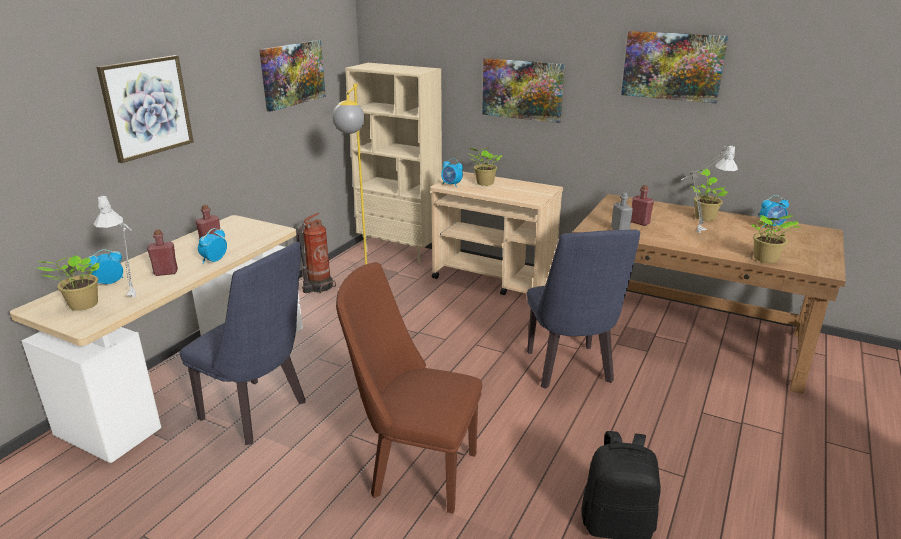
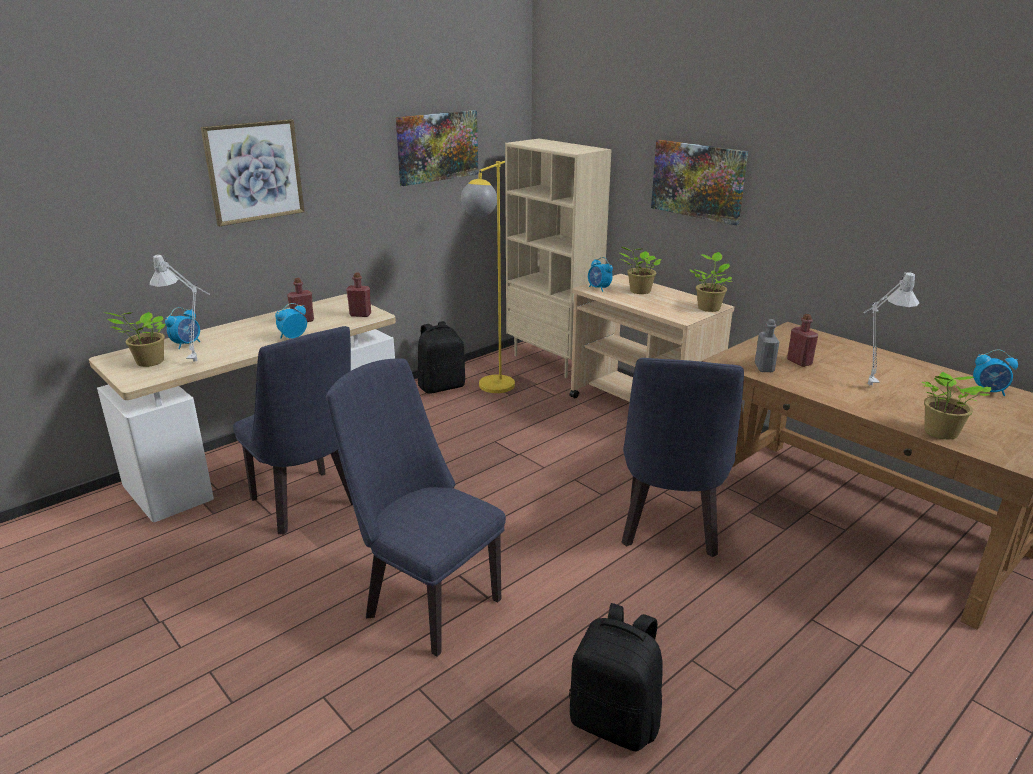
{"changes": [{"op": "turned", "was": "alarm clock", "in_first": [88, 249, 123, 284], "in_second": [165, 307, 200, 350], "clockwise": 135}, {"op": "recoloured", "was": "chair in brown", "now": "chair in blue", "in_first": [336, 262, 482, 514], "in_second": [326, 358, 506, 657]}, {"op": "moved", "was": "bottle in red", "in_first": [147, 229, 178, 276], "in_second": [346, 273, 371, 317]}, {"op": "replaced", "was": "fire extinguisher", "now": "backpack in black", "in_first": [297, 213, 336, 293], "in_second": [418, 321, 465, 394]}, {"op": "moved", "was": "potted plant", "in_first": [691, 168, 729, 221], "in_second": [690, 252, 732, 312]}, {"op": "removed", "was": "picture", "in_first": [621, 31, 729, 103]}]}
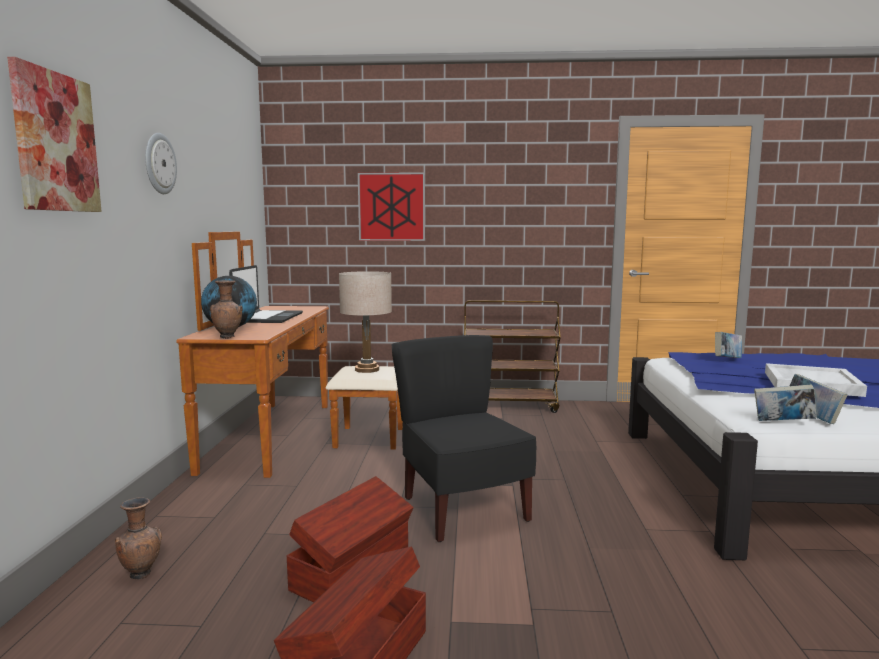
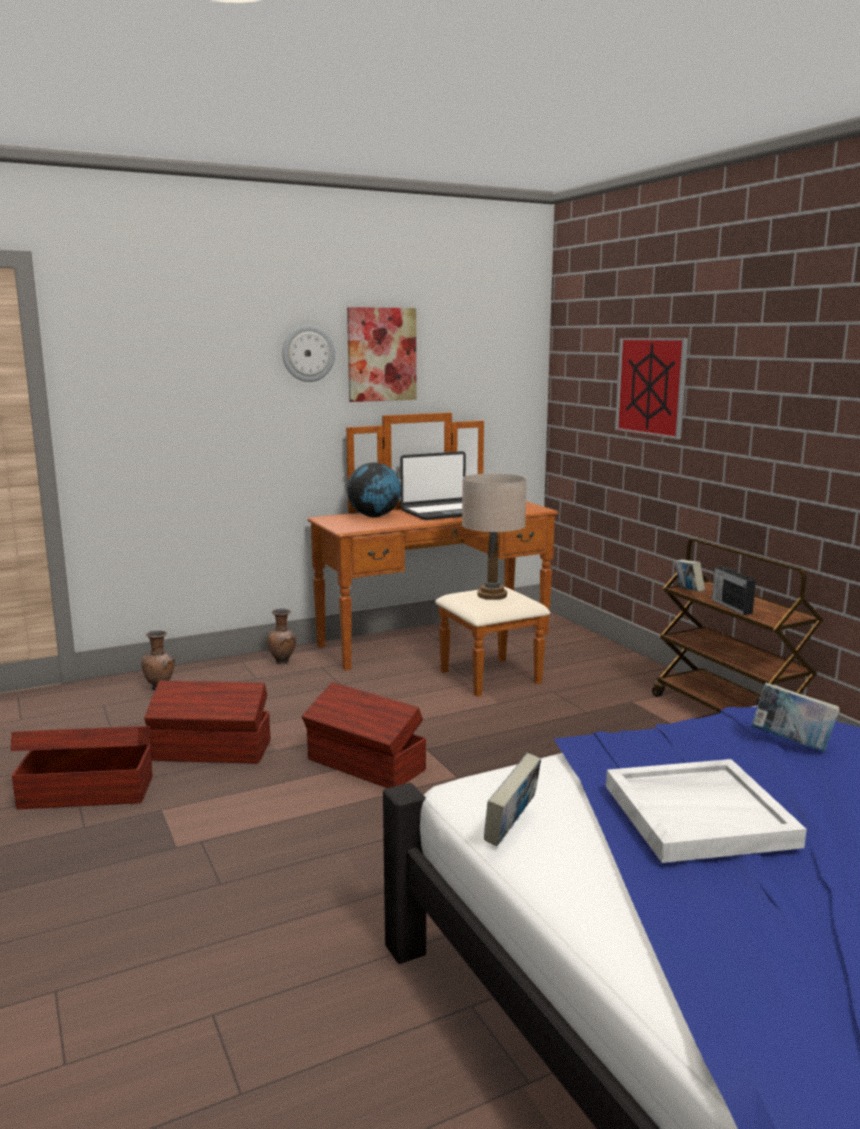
{"changes": [{"op": "moved", "was": "vase in brown", "in_first": [210, 280, 243, 339], "in_second": [267, 608, 296, 664]}, {"op": "replaced", "was": "chair in black", "now": "storage box in brown", "in_first": [391, 335, 536, 542], "in_second": [302, 682, 426, 788]}, {"op": "moved", "was": "picture", "in_first": [7, 57, 102, 212], "in_second": [347, 307, 416, 402]}, {"op": "moved", "was": "book", "in_first": [754, 384, 817, 421], "in_second": [675, 559, 705, 592]}, {"op": "added", "now": "radio", "in_second": [712, 567, 756, 615]}]}
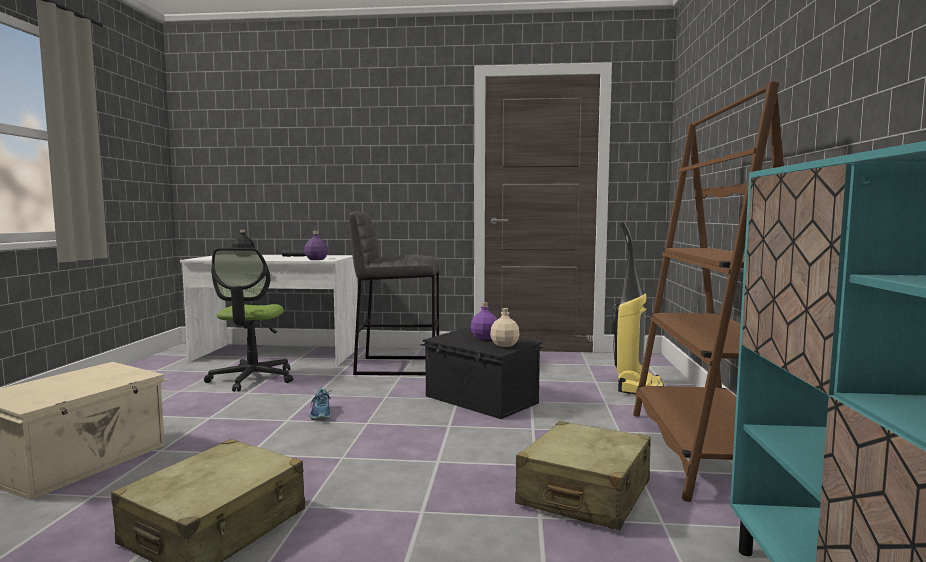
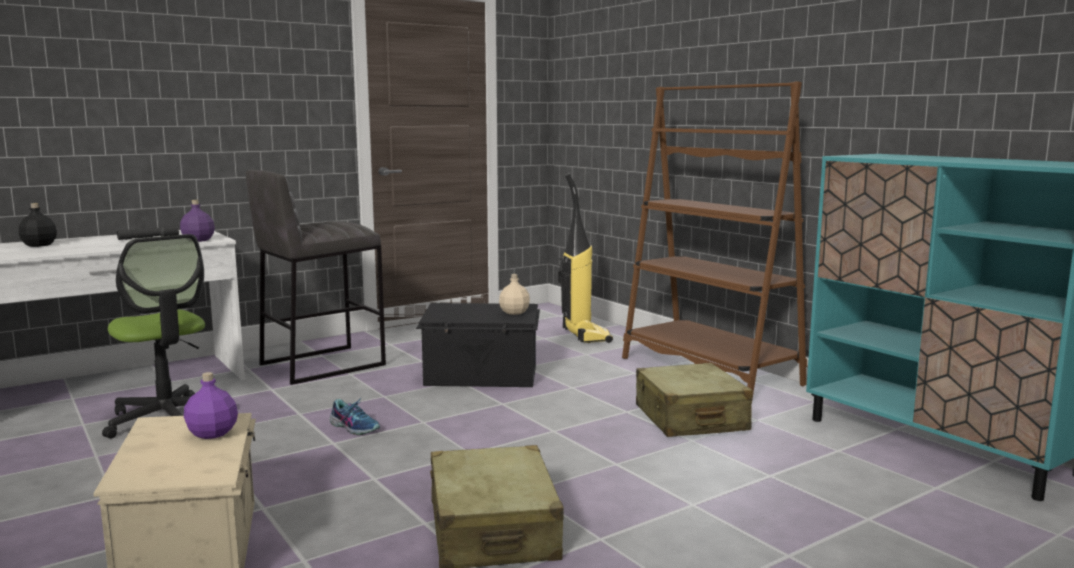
{"changes": [{"op": "moved", "was": "bottle in purple", "in_first": [470, 302, 497, 339], "in_second": [184, 372, 238, 439]}]}
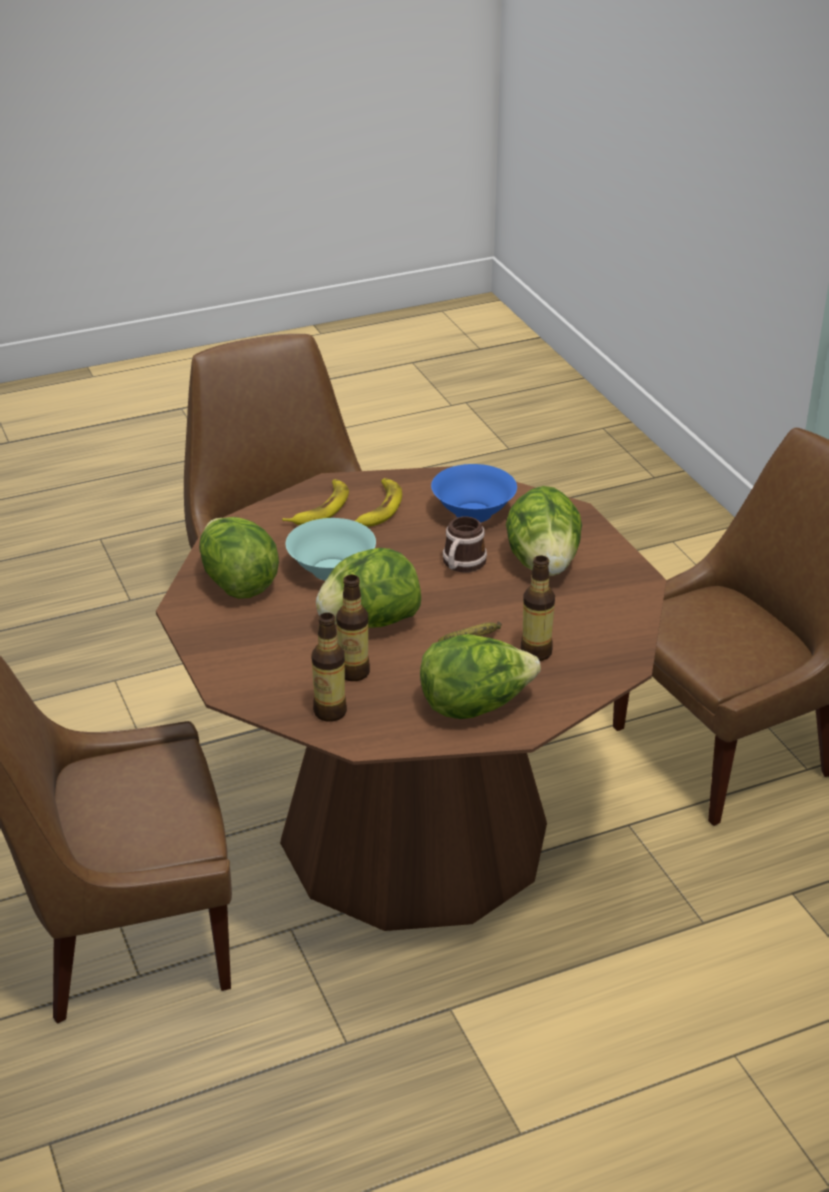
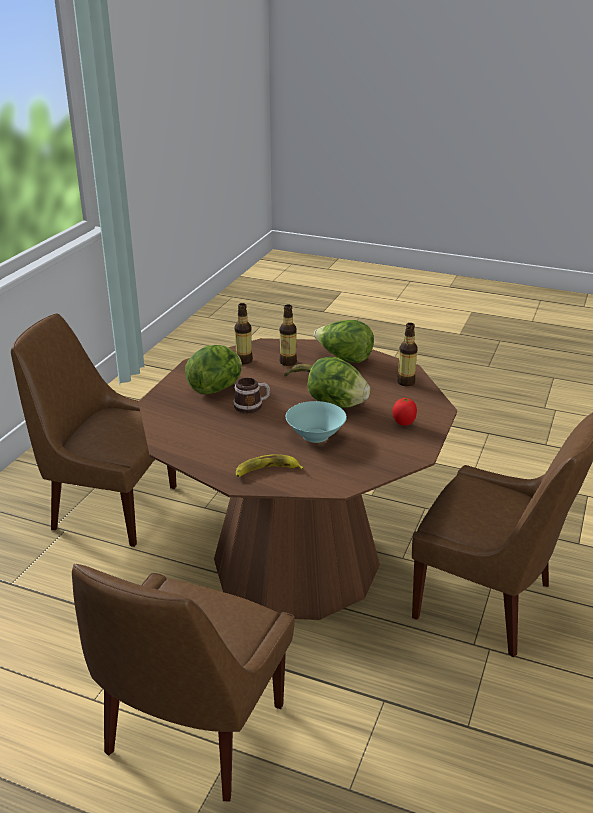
{"changes": [{"op": "moved", "was": "bottle", "in_first": [336, 575, 370, 681], "in_second": [234, 303, 253, 365]}, {"op": "added", "now": "tomato", "in_second": [392, 397, 417, 426]}, {"op": "removed", "was": "lettuce", "in_first": [199, 517, 279, 599]}, {"op": "removed", "was": "banana", "in_first": [355, 478, 402, 527]}, {"op": "removed", "was": "bowl in blue", "in_first": [431, 464, 517, 522]}]}
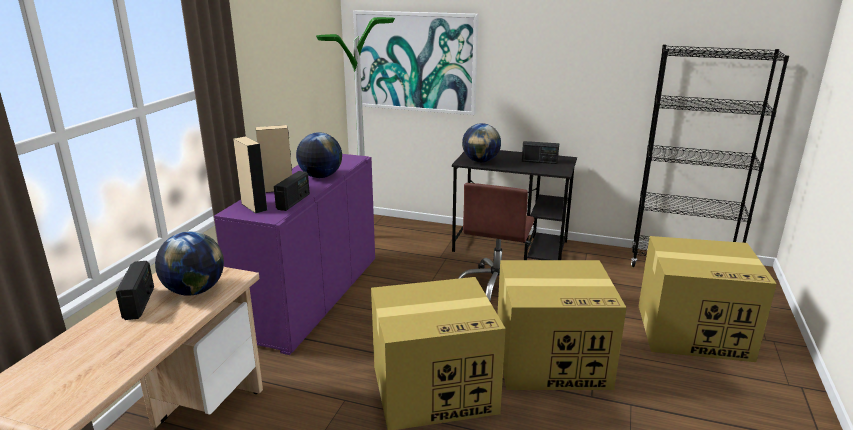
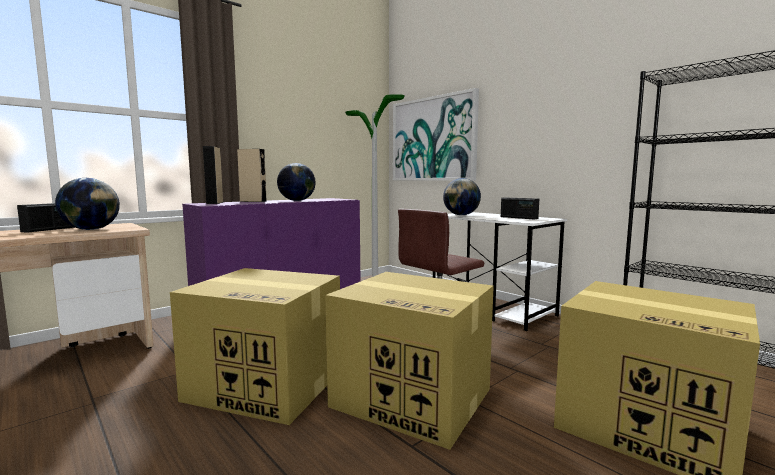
{"changes": [{"op": "recoloured", "was": "desk in black", "now": "desk in white", "in_first": [452, 150, 577, 260], "in_second": [433, 212, 567, 331]}, {"op": "removed", "was": "radio", "in_first": [274, 171, 310, 211]}]}
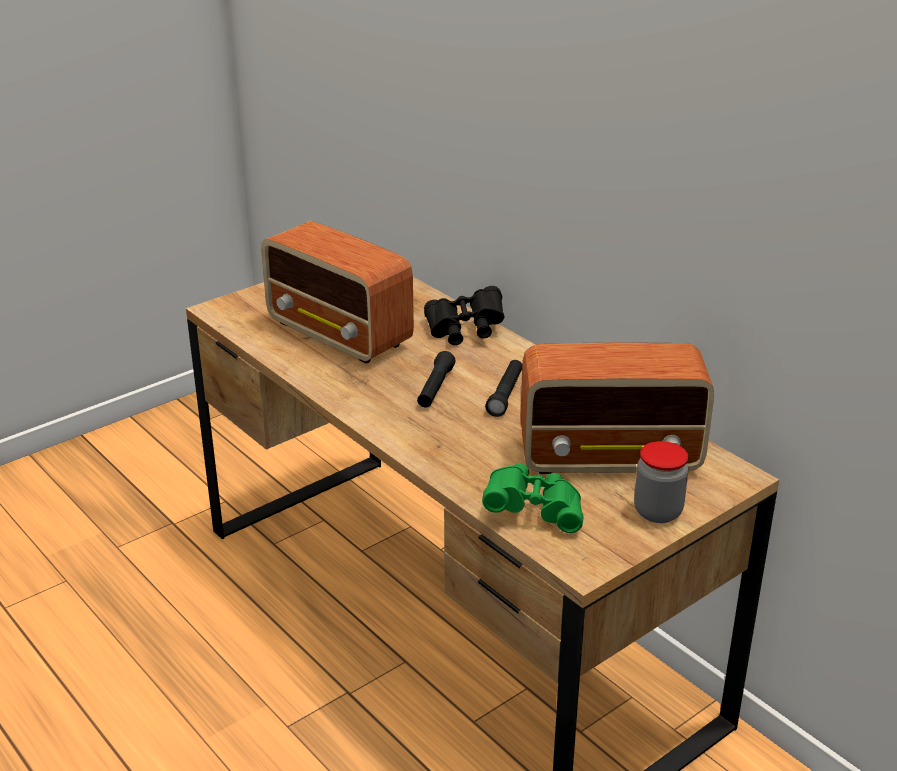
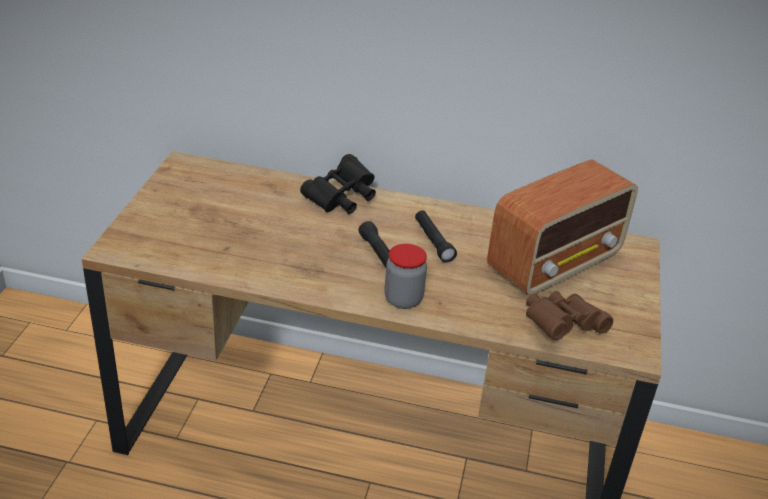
{"changes": [{"op": "moved", "was": "jar", "in_first": [634, 441, 689, 523], "in_second": [384, 244, 427, 309]}, {"op": "recoloured", "was": "binoculars in green", "now": "binoculars in brown", "in_first": [482, 463, 584, 533], "in_second": [526, 291, 613, 340]}, {"op": "removed", "was": "radio", "in_first": [261, 221, 414, 364]}]}
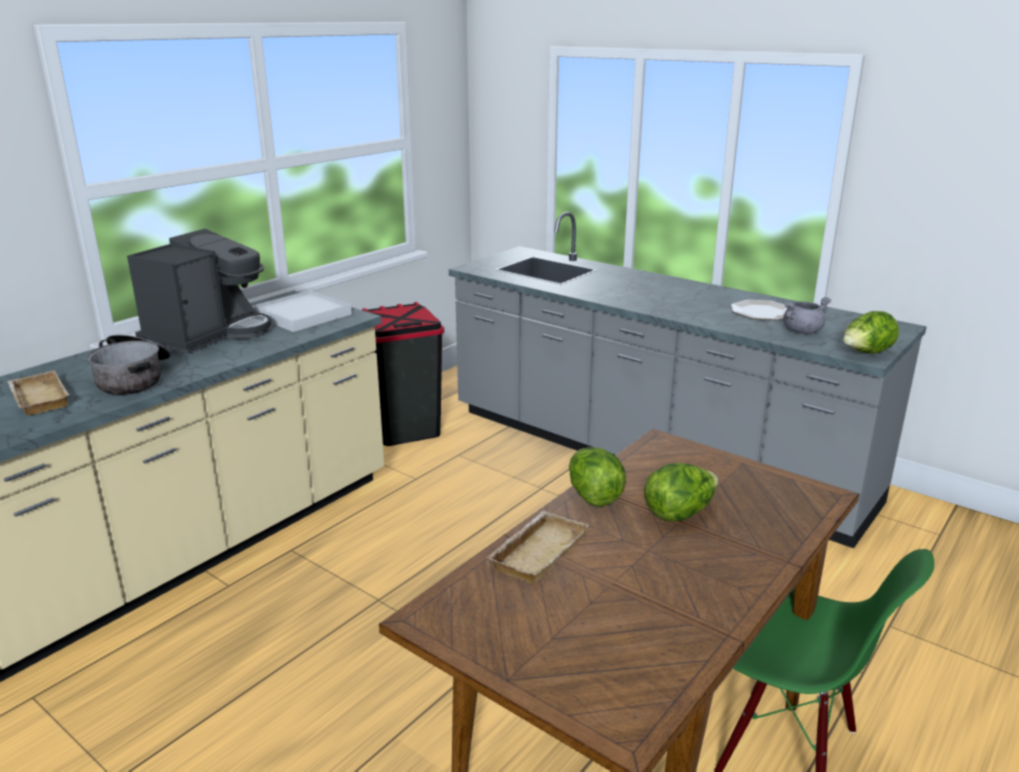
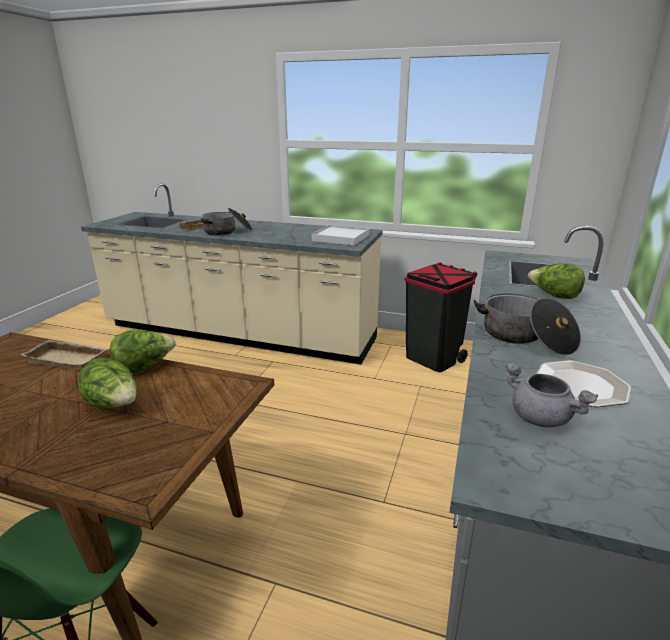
{"changes": [{"op": "added", "now": "cooking pot", "in_second": [474, 293, 581, 356]}, {"op": "moved", "was": "lettuce", "in_first": [843, 311, 899, 354], "in_second": [528, 263, 585, 299]}, {"op": "removed", "was": "coffee machine", "in_first": [127, 229, 272, 354]}]}
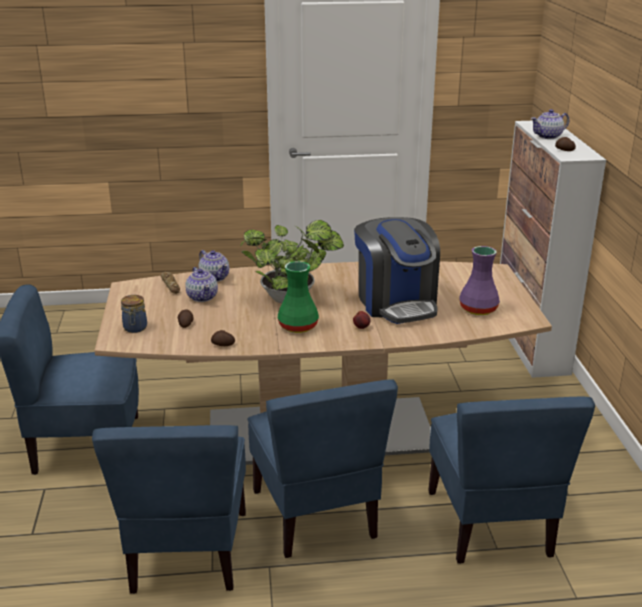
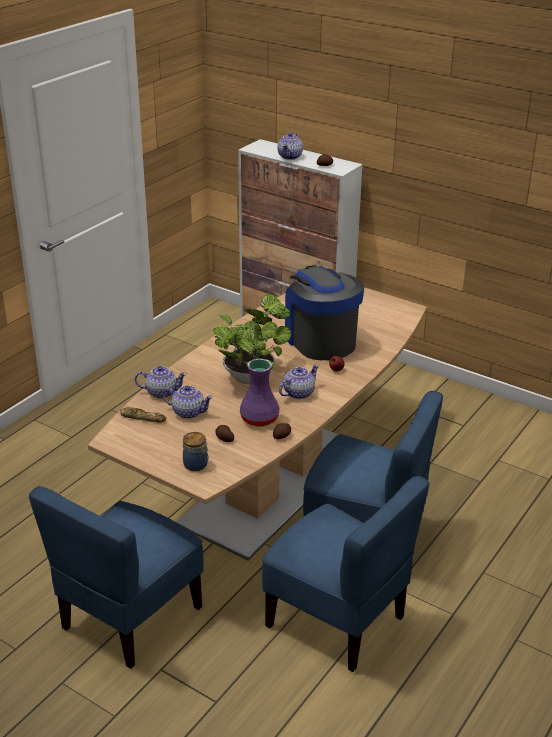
{"changes": [{"op": "moved", "was": "vase in purple", "in_first": [459, 246, 500, 315], "in_second": [240, 359, 279, 427]}, {"op": "replaced", "was": "vase in green", "now": "teapot", "in_first": [278, 261, 319, 333], "in_second": [279, 364, 319, 399]}, {"op": "turned", "was": "coffee machine", "in_first": [354, 217, 440, 324], "in_second": [285, 265, 365, 360], "clockwise": -135}, {"op": "removed", "was": "chair in blue", "in_first": [428, 397, 595, 564]}]}
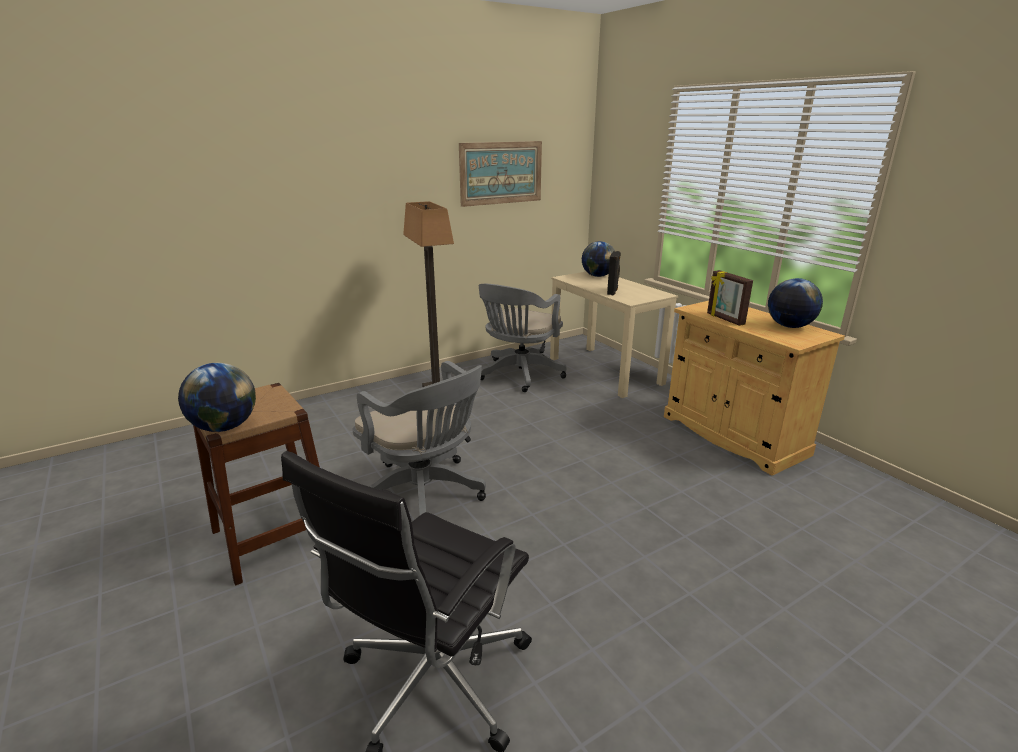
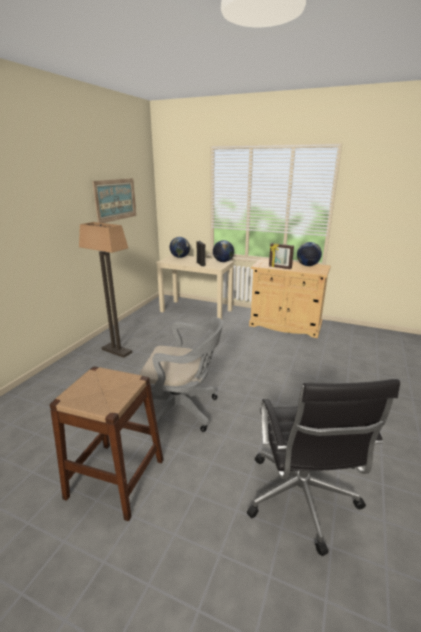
{"changes": [{"op": "moved", "was": "globe", "in_first": [178, 363, 256, 432], "in_second": [213, 240, 234, 262]}, {"op": "removed", "was": "office chair in grey", "in_first": [479, 284, 567, 392]}]}
